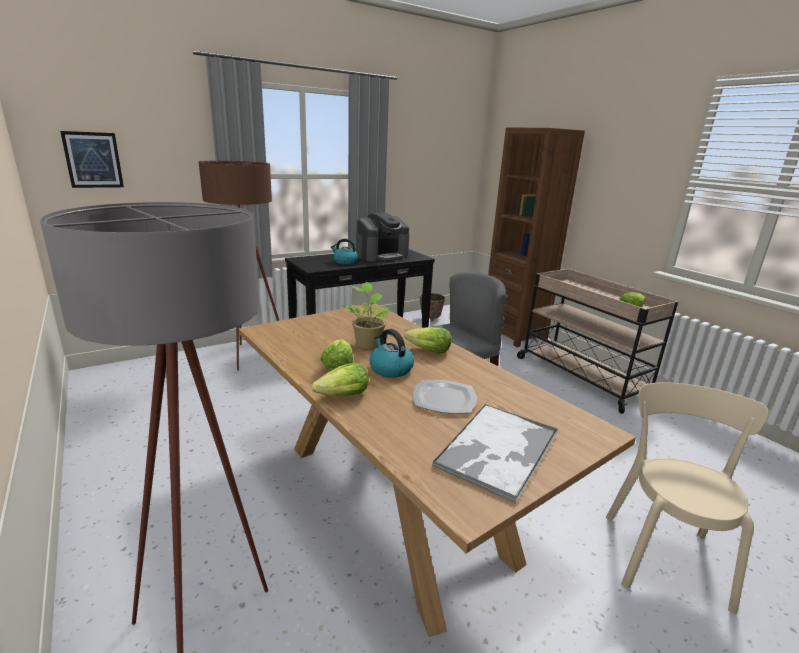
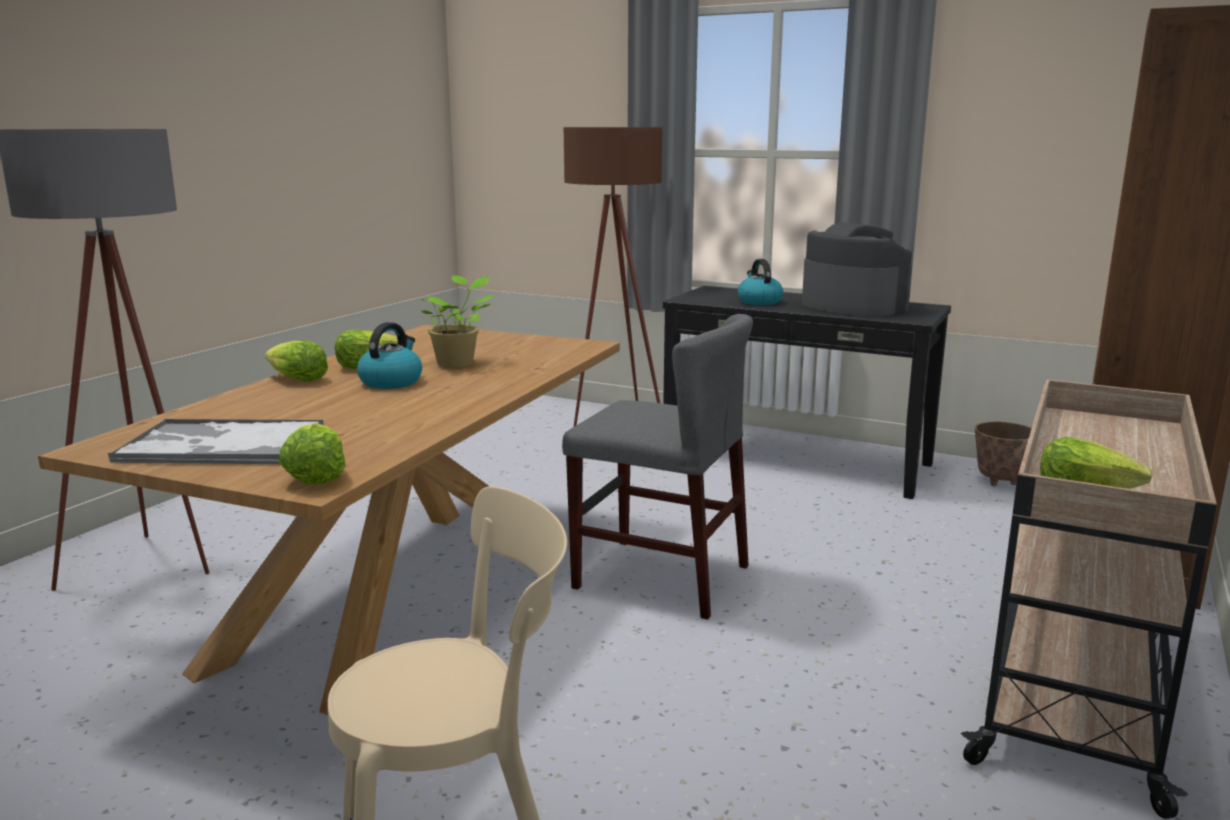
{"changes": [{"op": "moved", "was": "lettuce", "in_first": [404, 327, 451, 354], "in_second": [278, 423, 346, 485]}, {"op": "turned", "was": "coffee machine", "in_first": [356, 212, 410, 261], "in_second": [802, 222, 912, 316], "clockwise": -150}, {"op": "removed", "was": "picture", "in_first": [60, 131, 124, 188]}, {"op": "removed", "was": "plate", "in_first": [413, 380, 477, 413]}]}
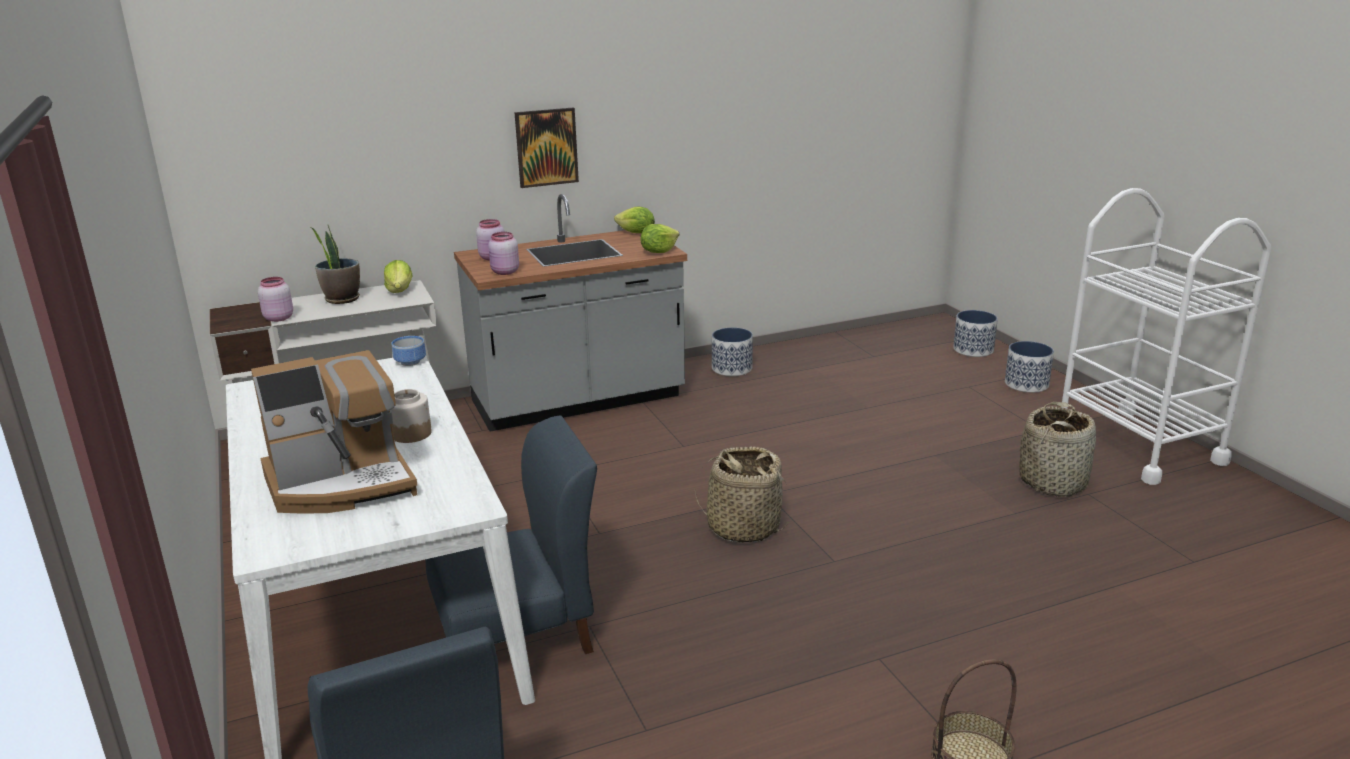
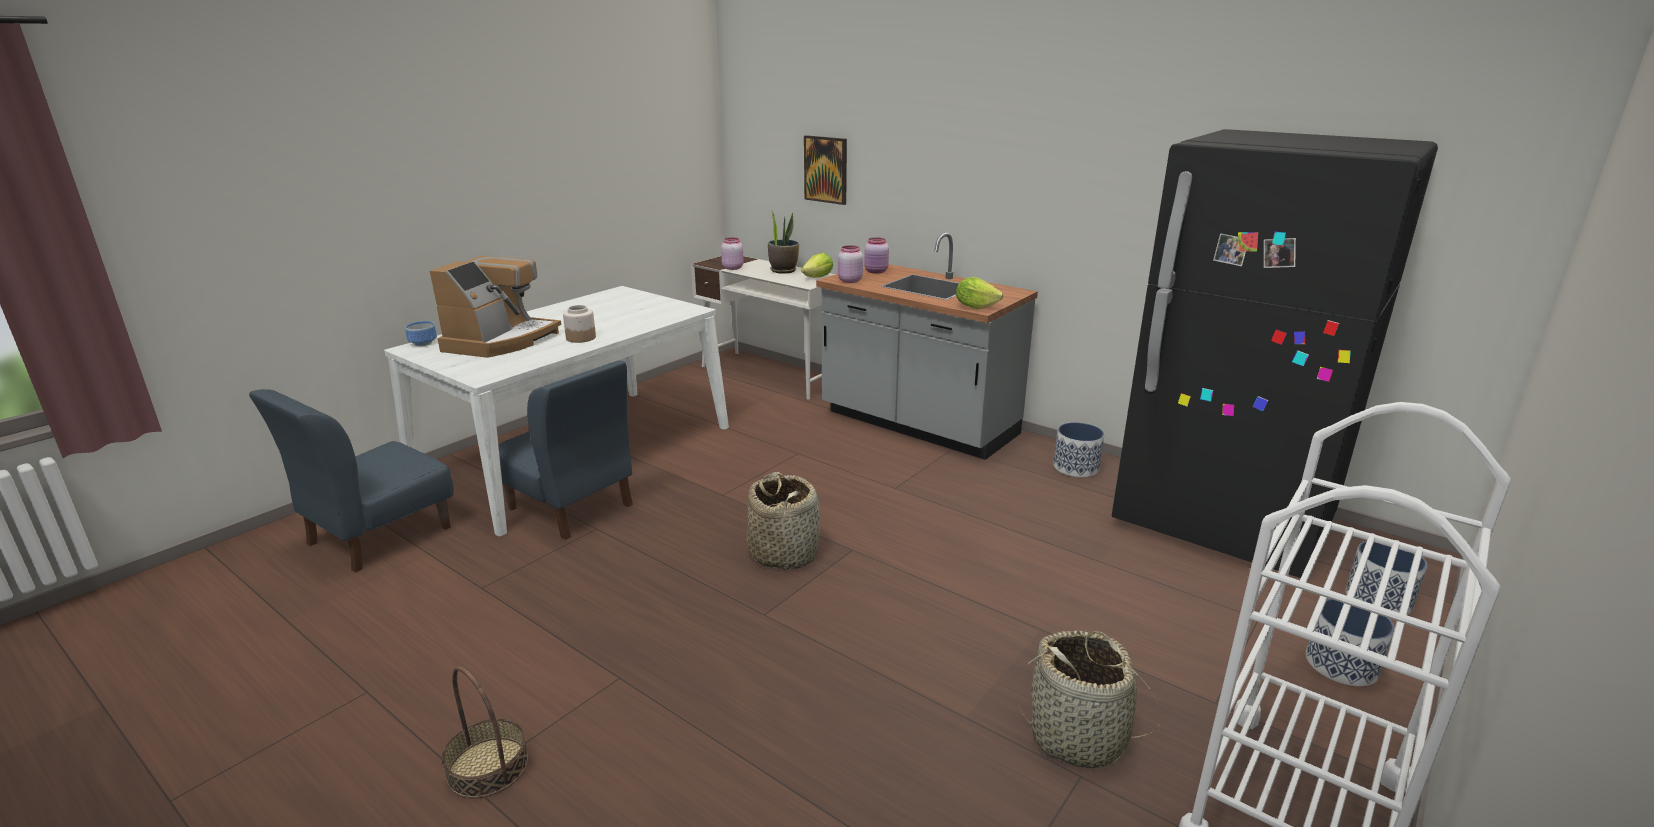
{"changes": [{"op": "moved", "was": "bowl", "in_first": [392, 336, 426, 366], "in_second": [405, 321, 437, 346]}, {"op": "turned", "was": "coffee machine", "in_first": [251, 350, 417, 514], "in_second": [430, 256, 561, 358], "clockwise": -105}, {"op": "moved", "was": "picture", "in_first": [514, 108, 579, 188], "in_second": [804, 135, 847, 205]}, {"op": "added", "now": "fridge in black", "in_second": [1112, 129, 1438, 578]}, {"op": "removed", "was": "lettuce", "in_first": [614, 207, 655, 233]}]}
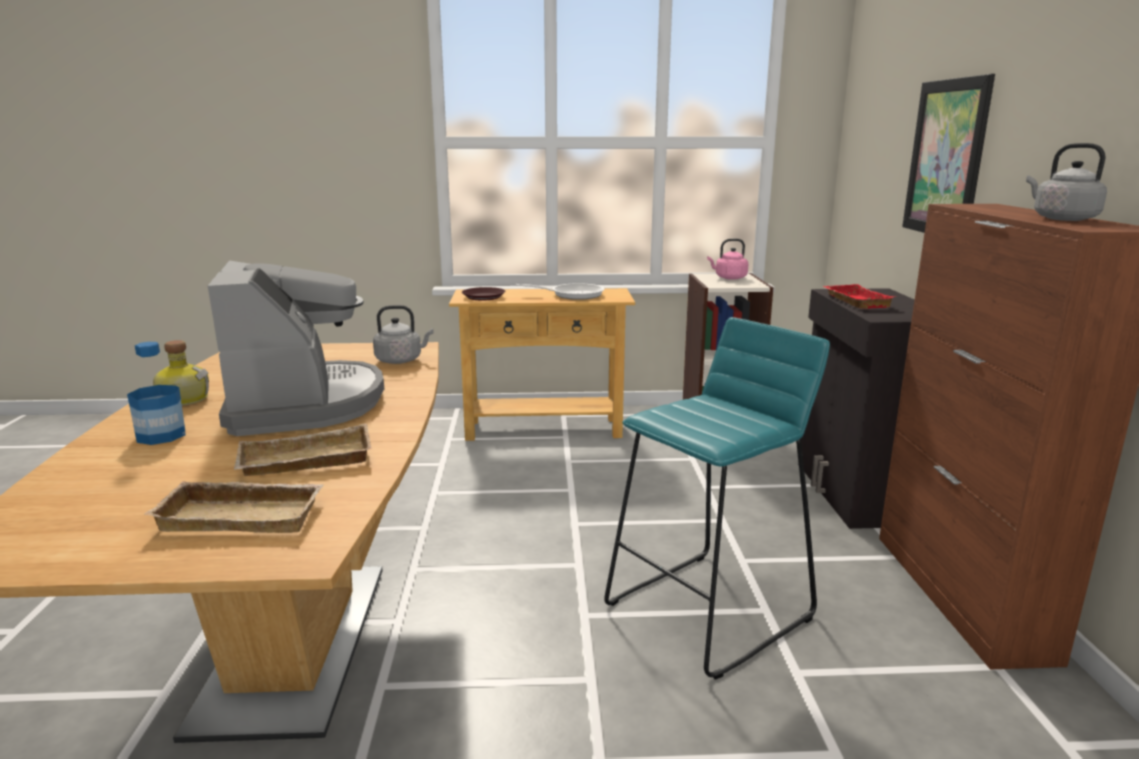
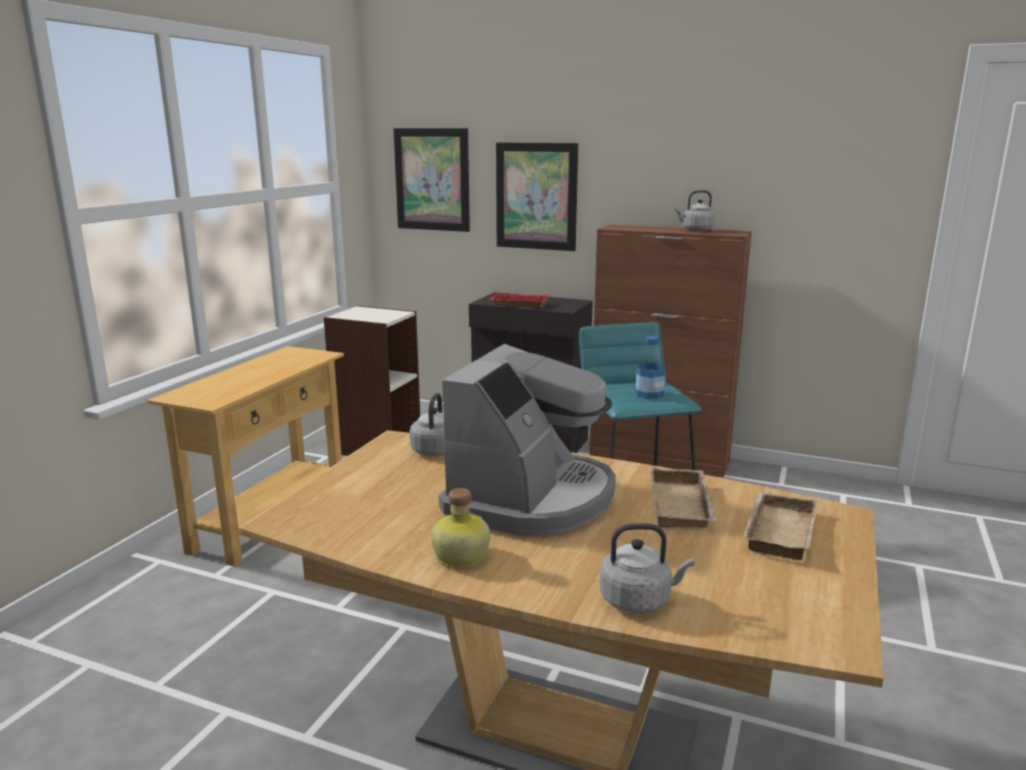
{"changes": [{"op": "added", "now": "picture", "in_second": [393, 128, 470, 232]}, {"op": "turned", "was": "coffee machine", "in_first": [208, 260, 384, 436], "in_second": [439, 344, 616, 536], "clockwise": 105}, {"op": "added", "now": "kettle in grey", "in_second": [600, 523, 694, 613]}, {"op": "moved", "was": "bottle", "in_first": [127, 342, 185, 445], "in_second": [635, 336, 665, 399]}, {"op": "removed", "was": "plate in brown", "in_first": [462, 287, 505, 301]}, {"op": "removed", "was": "frying pan", "in_first": [516, 283, 604, 300]}, {"op": "removed", "was": "kettle in pink", "in_first": [707, 239, 748, 280]}]}
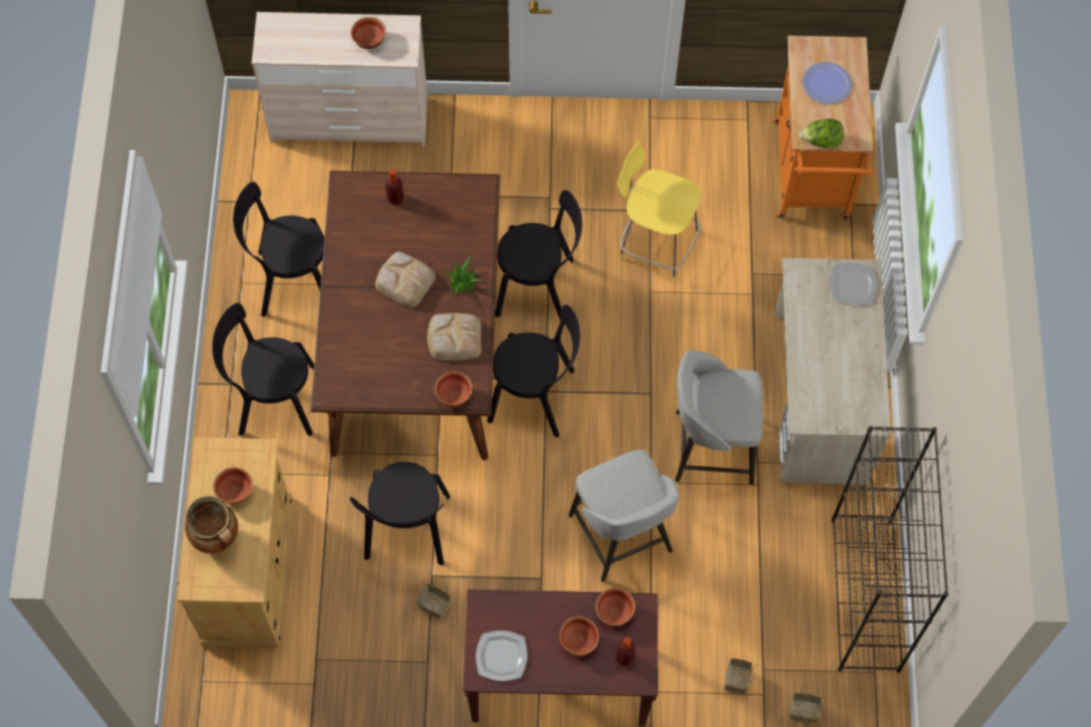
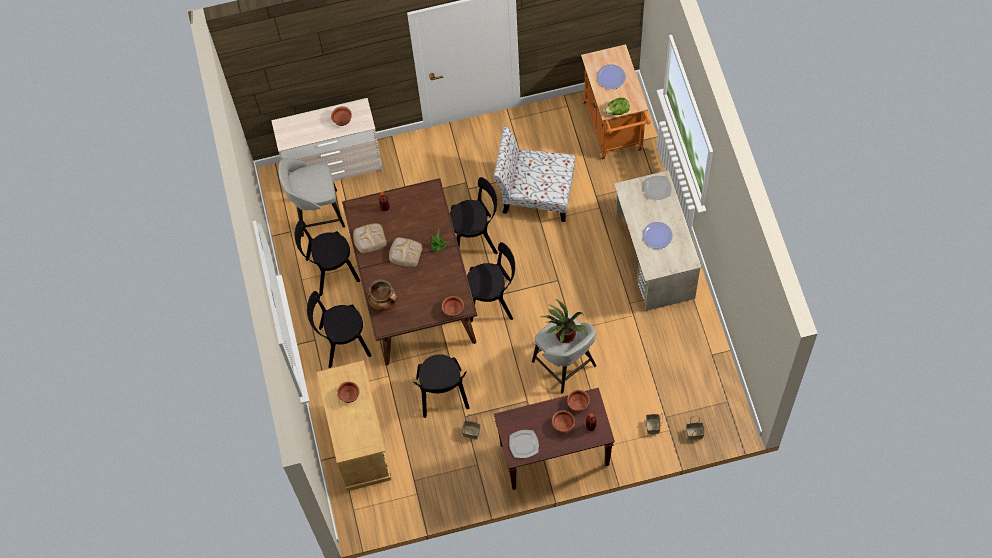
{"changes": [{"op": "moved", "was": "stool in grey", "in_first": [675, 350, 763, 485], "in_second": [278, 158, 345, 237]}, {"op": "moved", "was": "bread", "in_first": [427, 313, 481, 360], "in_second": [353, 223, 387, 253]}, {"op": "moved", "was": "cooking pot", "in_first": [185, 496, 238, 554], "in_second": [368, 279, 398, 311]}, {"op": "replaced", "was": "stool in yellow", "now": "chair", "in_first": [617, 141, 701, 282], "in_second": [493, 126, 575, 222]}, {"op": "added", "now": "potted plant", "in_second": [541, 299, 588, 343]}, {"op": "added", "now": "plate", "in_second": [642, 222, 673, 249]}, {"op": "removed", "was": "bookcase in black", "in_first": [831, 426, 949, 673]}]}
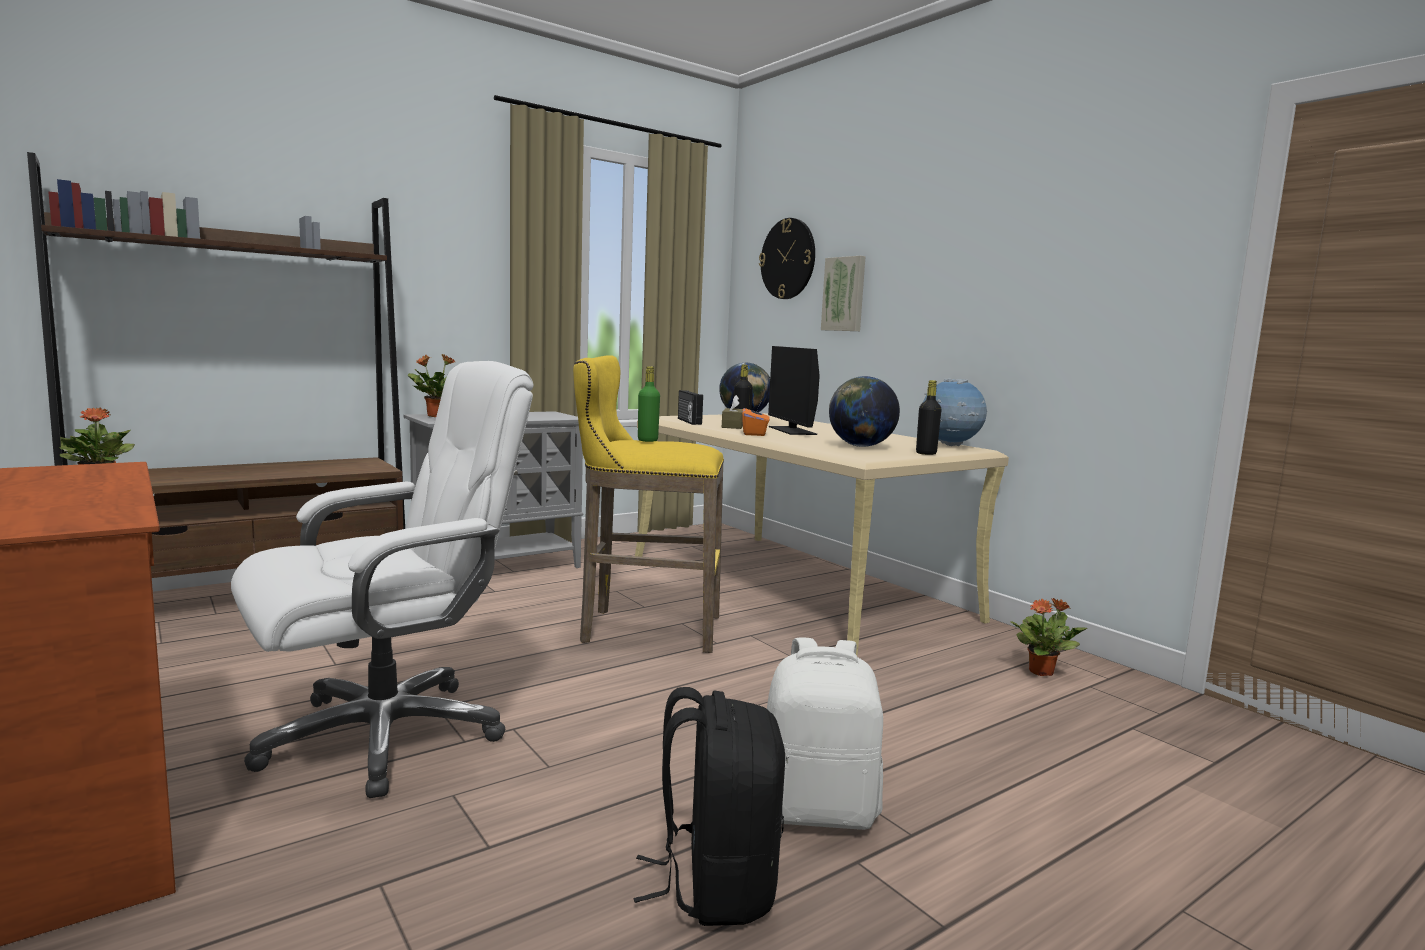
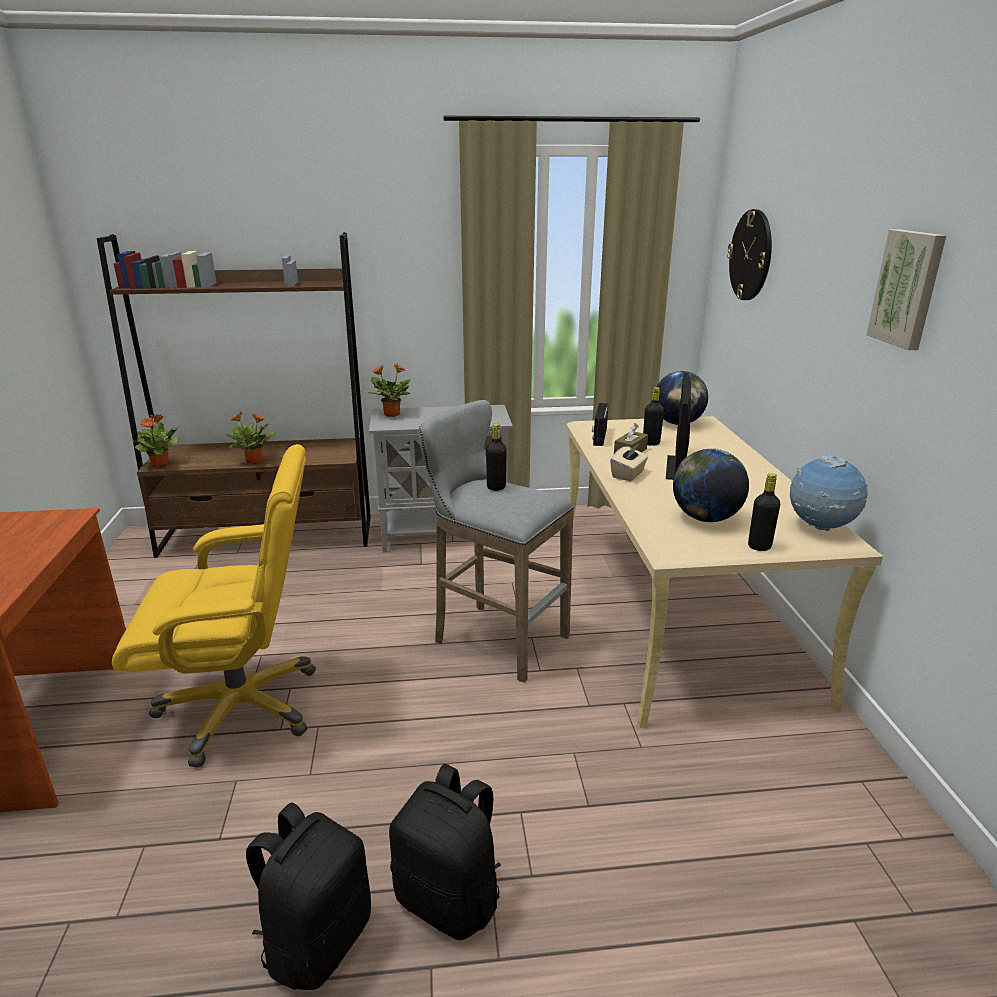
{"changes": [{"op": "recoloured", "was": "office chair in white", "now": "office chair in yellow", "in_first": [231, 361, 534, 798], "in_second": [112, 444, 316, 768]}, {"op": "moved", "was": "potted plant", "in_first": [1010, 598, 1087, 676], "in_second": [225, 411, 275, 464]}, {"op": "recoloured", "was": "backpack in white", "now": "backpack in black", "in_first": [767, 637, 883, 830], "in_second": [389, 764, 501, 940]}, {"op": "recoloured", "was": "stool in yellow", "now": "stool in grey", "in_first": [573, 355, 724, 653], "in_second": [419, 400, 574, 683]}, {"op": "recoloured", "was": "bottle in green", "now": "bottle in black", "in_first": [638, 366, 660, 442], "in_second": [486, 423, 507, 491]}, {"op": "recoloured", "was": "tissue box in orange", "now": "tissue box in beige", "in_first": [742, 402, 770, 436], "in_second": [610, 444, 648, 481]}, {"op": "moved", "was": "picture", "in_first": [821, 256, 866, 331], "in_second": [867, 229, 947, 350]}]}
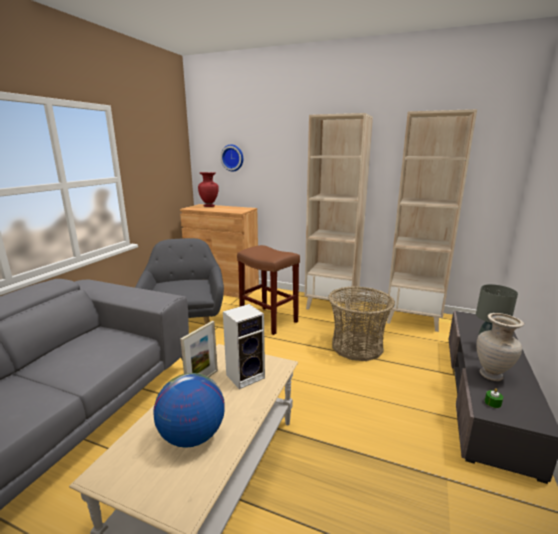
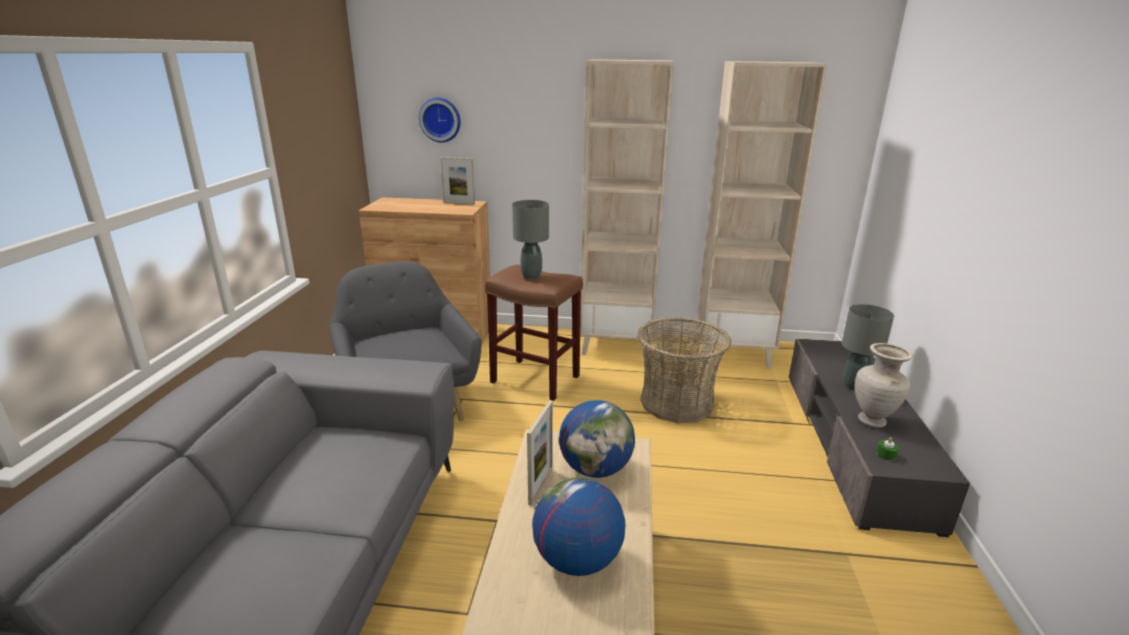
{"changes": [{"op": "added", "now": "picture frame", "in_second": [440, 157, 475, 205]}, {"op": "added", "now": "table lamp in grey", "in_second": [512, 200, 549, 279]}, {"op": "replaced", "was": "speaker", "now": "globe", "in_first": [223, 304, 265, 389], "in_second": [559, 400, 635, 478]}, {"op": "removed", "was": "vase in red", "in_first": [198, 172, 219, 207]}]}
